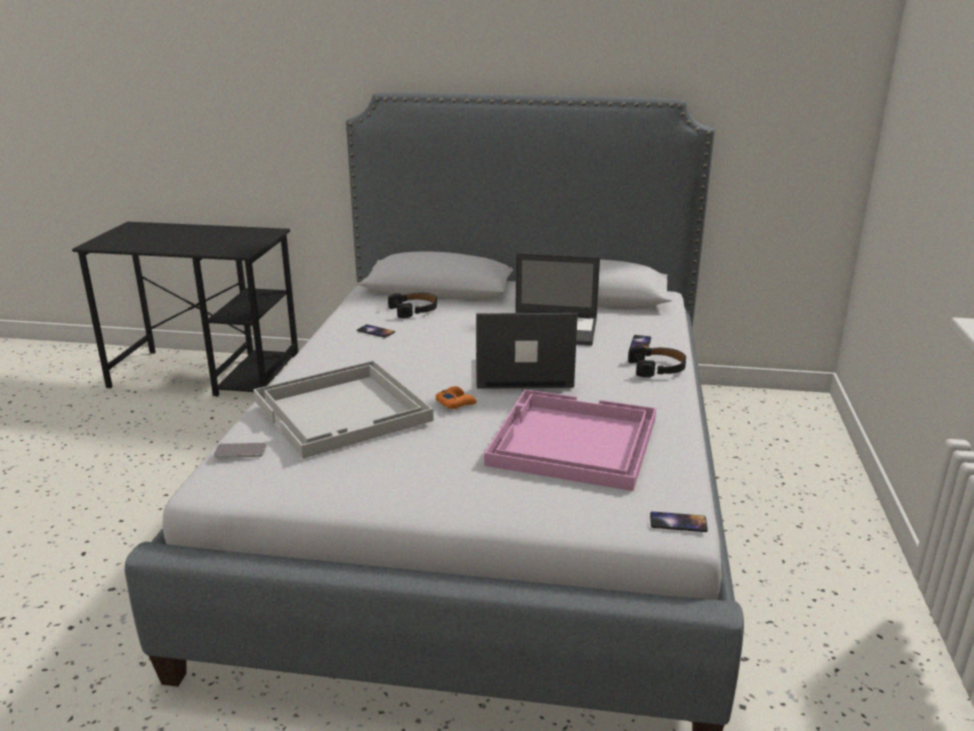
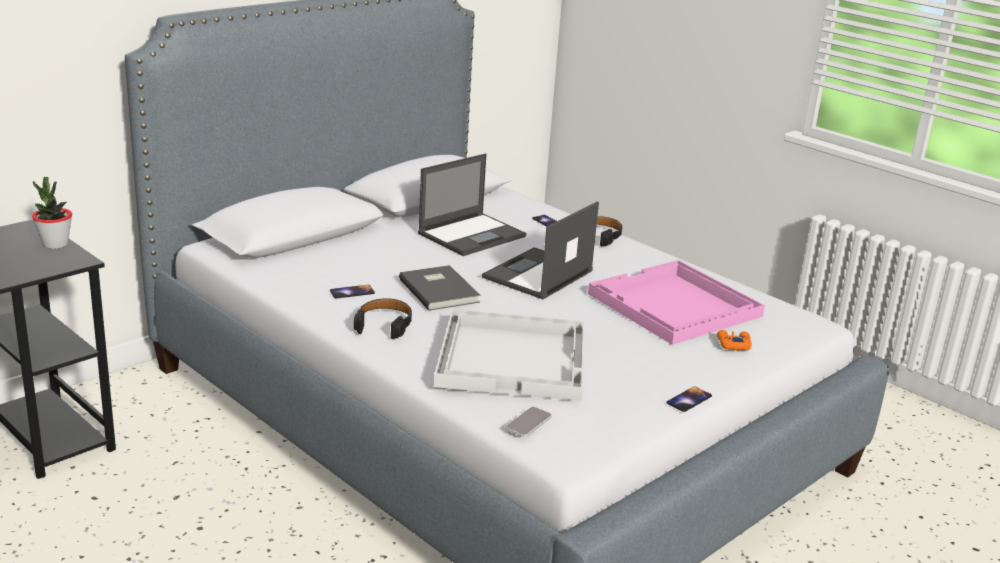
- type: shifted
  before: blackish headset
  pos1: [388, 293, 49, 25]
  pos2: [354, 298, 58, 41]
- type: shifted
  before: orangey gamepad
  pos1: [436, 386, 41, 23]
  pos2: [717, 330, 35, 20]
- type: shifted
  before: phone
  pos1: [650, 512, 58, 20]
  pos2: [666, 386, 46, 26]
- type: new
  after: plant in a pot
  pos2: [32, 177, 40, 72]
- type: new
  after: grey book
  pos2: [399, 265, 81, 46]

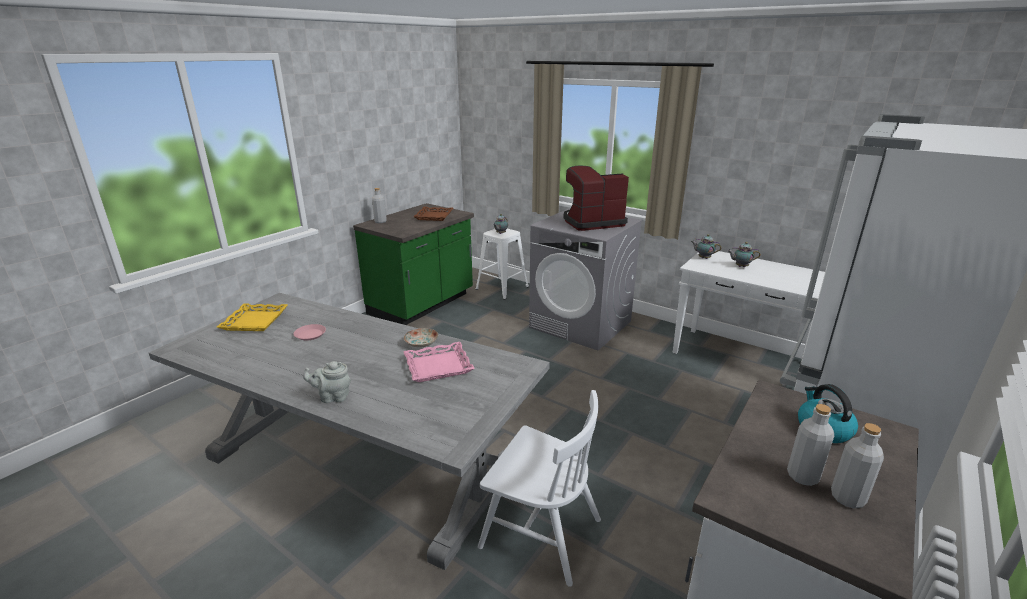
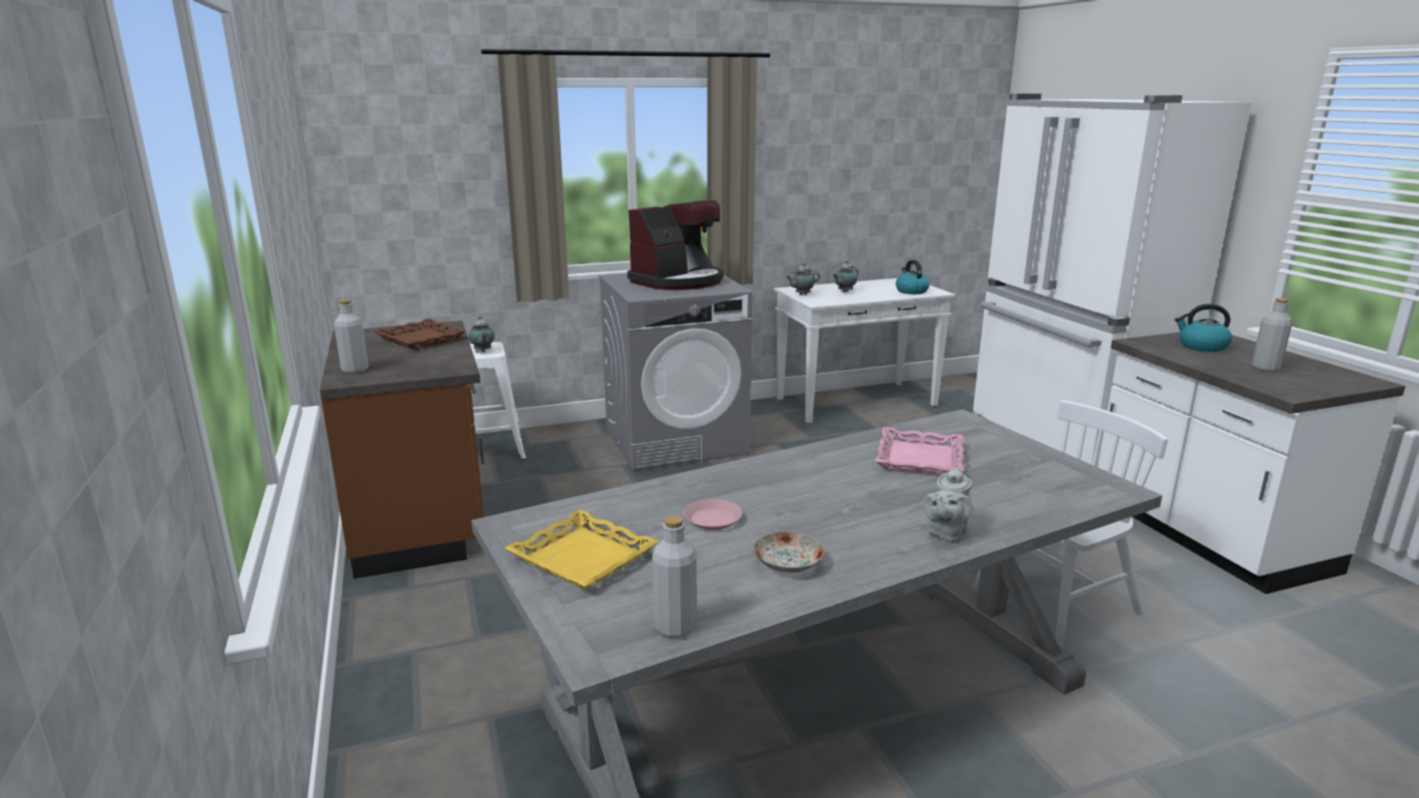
- type: repainted
  before: greenish counter
  after: brown-coloured counter
  pos1: [353, 203, 121, 122]
  pos2: [320, 320, 164, 259]
- type: shifted
  before: plate
  pos1: [404, 328, 34, 20]
  pos2: [754, 532, 70, 41]
- type: rotated
  before: coffee maker
  pos1: [563, 166, 66, 65]
  pos2: [627, 200, 97, 90]
  turn: -150
- type: shifted
  before: grey drink bottle
  pos1: [831, 423, 53, 85]
  pos2: [652, 515, 45, 123]
- type: new
  after: kettle
  pos2: [896, 260, 34, 34]

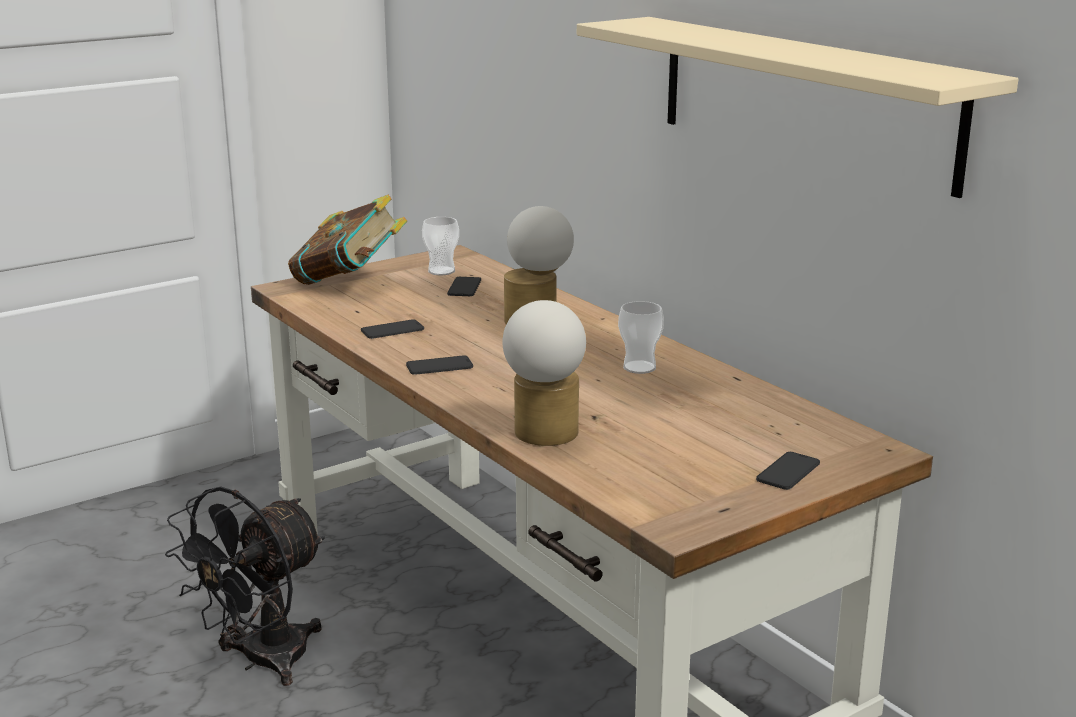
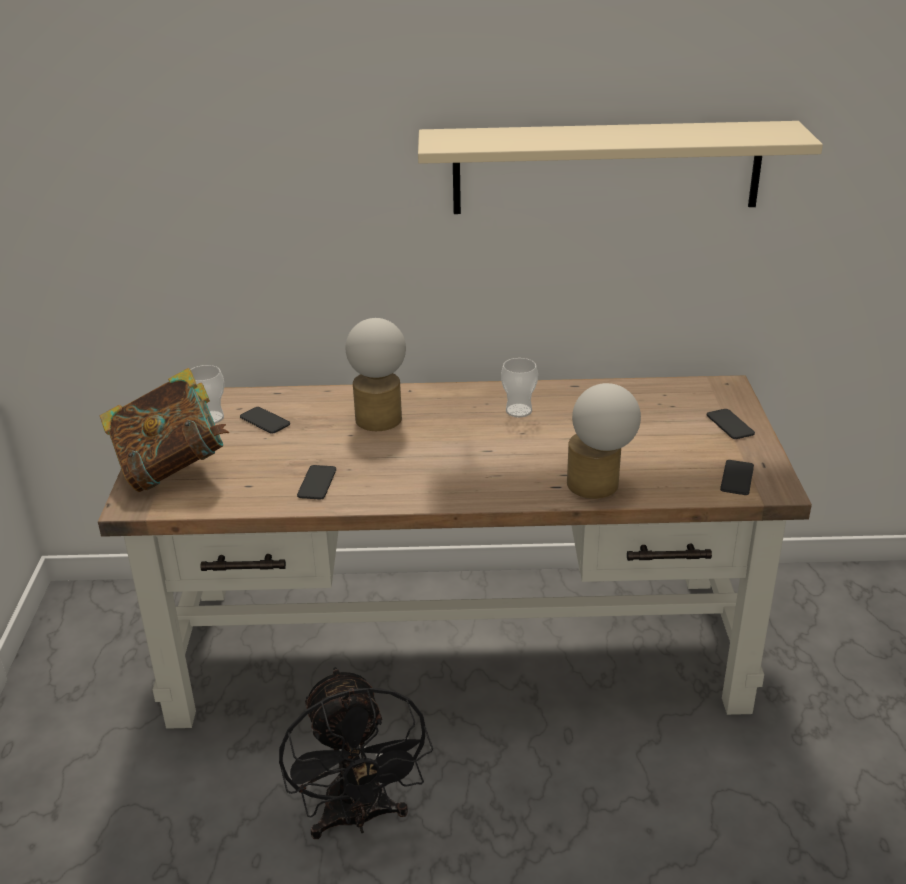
- type: shifted
  before: phone
  pos1: [406, 355, 67, 20]
  pos2: [720, 460, 34, 35]

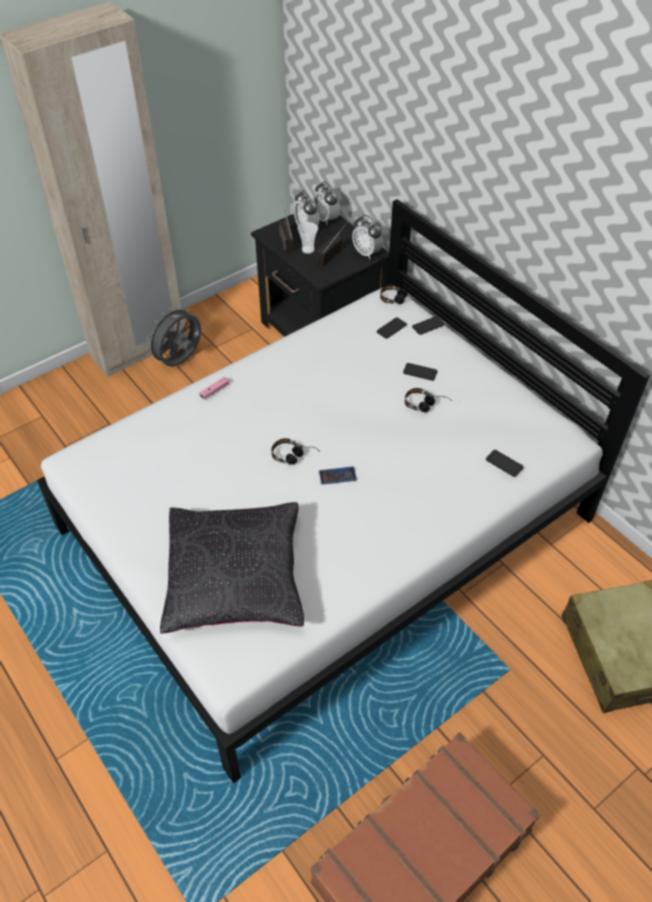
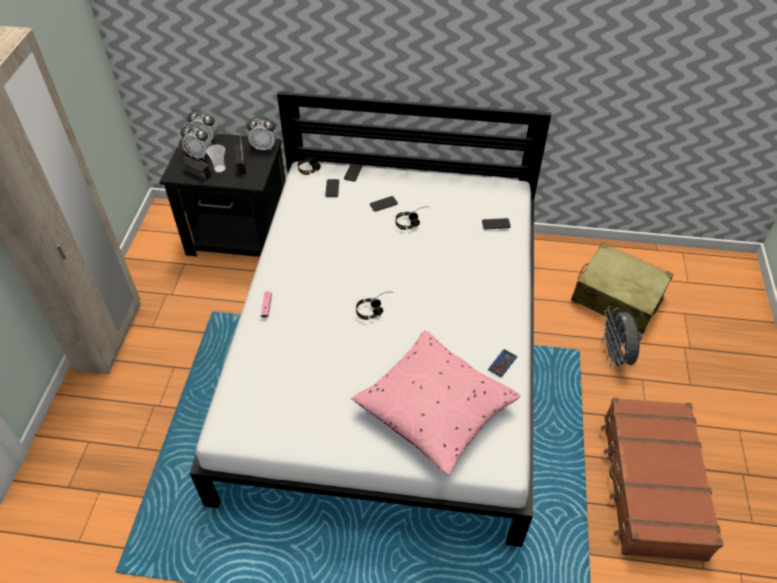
- type: shifted
  before: grey fan
  pos1: [146, 305, 55, 62]
  pos2: [601, 306, 41, 64]
- type: repainted
  before: blackish pillow
  after: pink pillow
  pos1: [160, 502, 144, 132]
  pos2: [351, 331, 169, 144]
- type: shifted
  before: phone
  pos1: [319, 467, 38, 18]
  pos2: [488, 349, 29, 28]

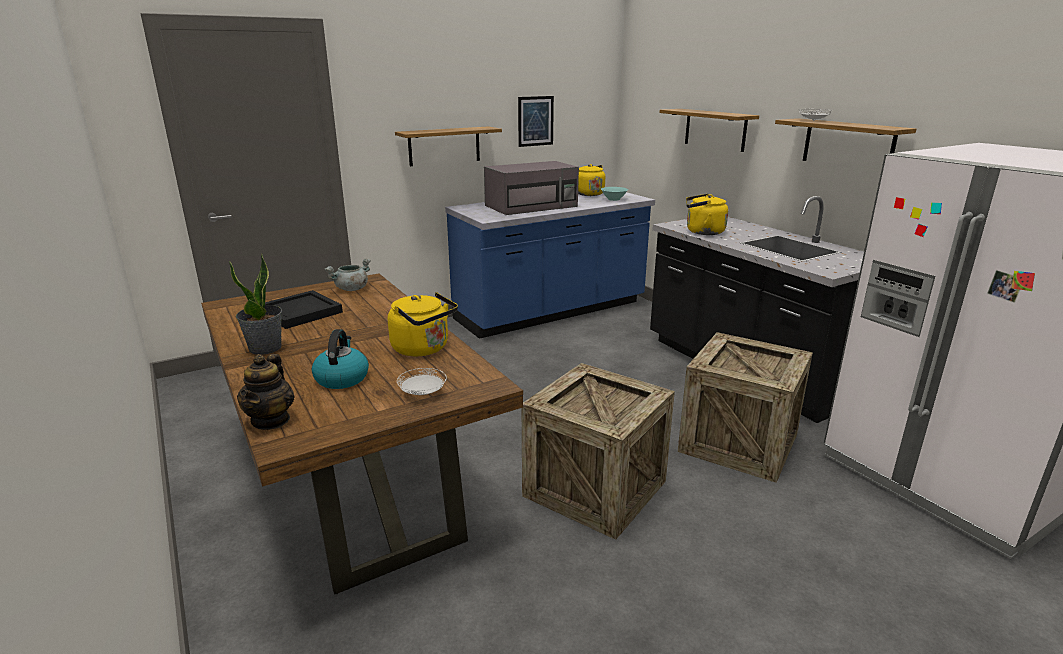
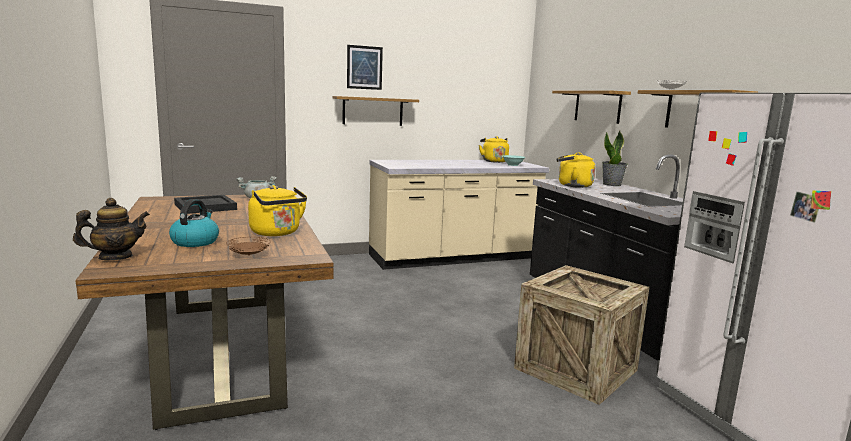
- type: shifted
  before: plant in a pot
  pos1: [229, 254, 53, 101]
  pos2: [602, 131, 25, 55]
- type: rotated
  before: teapot
  pos1: [237, 354, 58, 76]
  pos2: [73, 198, 77, 62]
  turn: -135
- type: repainted
  before: whitish plate
  after: brown-coloured plate
  pos1: [397, 368, 50, 27]
  pos2: [226, 237, 45, 19]
- type: repainted
  before: bluish counter
  after: beige-coloured counter
  pos1: [445, 192, 210, 147]
  pos2: [369, 160, 180, 110]
- type: gone
  before: grey kitchen microwave
  pos1: [484, 161, 95, 54]
- type: shifted
  before: wall picture
  pos1: [518, 96, 36, 51]
  pos2: [347, 45, 36, 45]
- type: gone
  before: crate
  pos1: [522, 363, 153, 177]

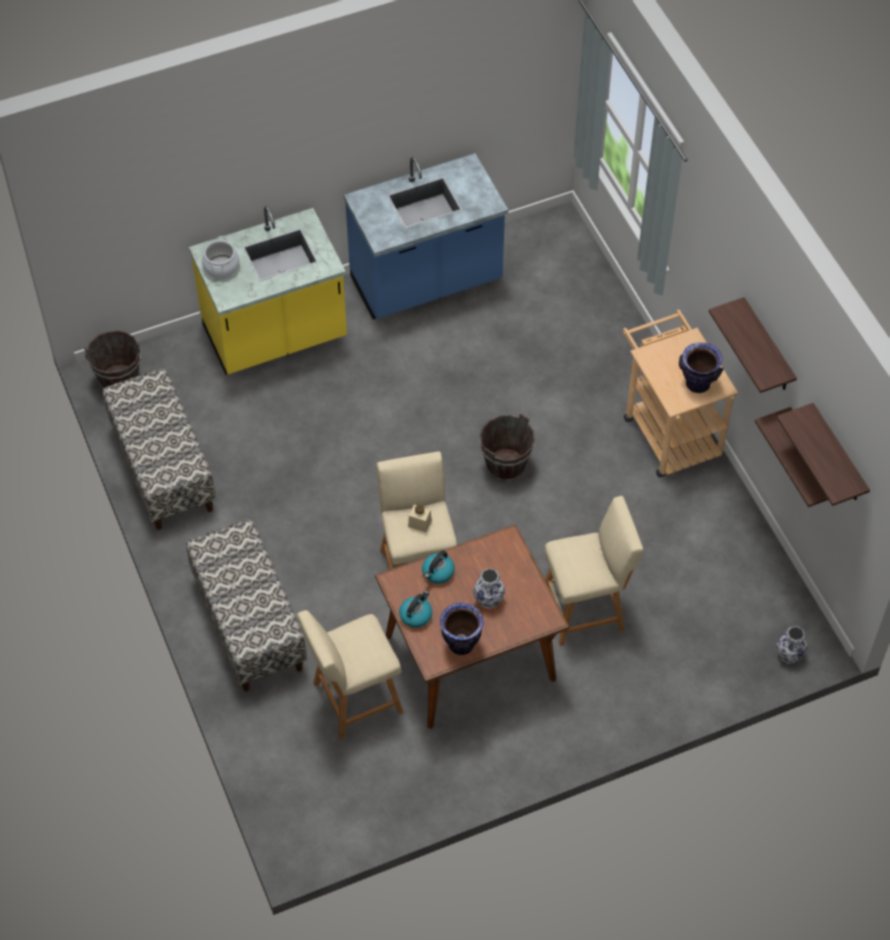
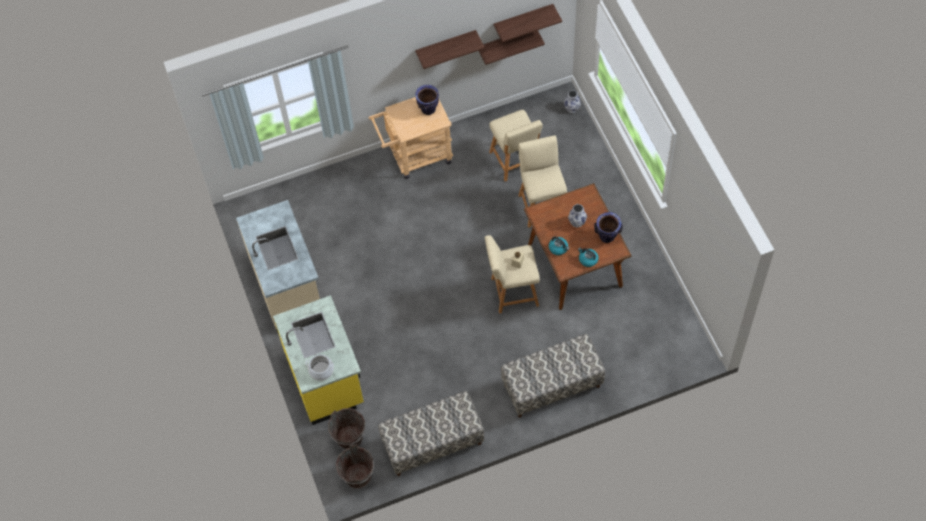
- type: shifted
  before: beige-coloured sitting stool
  pos1: [297, 610, 107, 129]
  pos2: [489, 110, 54, 72]
- type: repainted
  before: bluish counter
  after: beige-coloured counter
  pos1: [344, 153, 164, 166]
  pos2: [236, 200, 84, 132]
- type: shifted
  before: brown-coloured pail
  pos1: [479, 413, 56, 69]
  pos2: [328, 408, 37, 41]

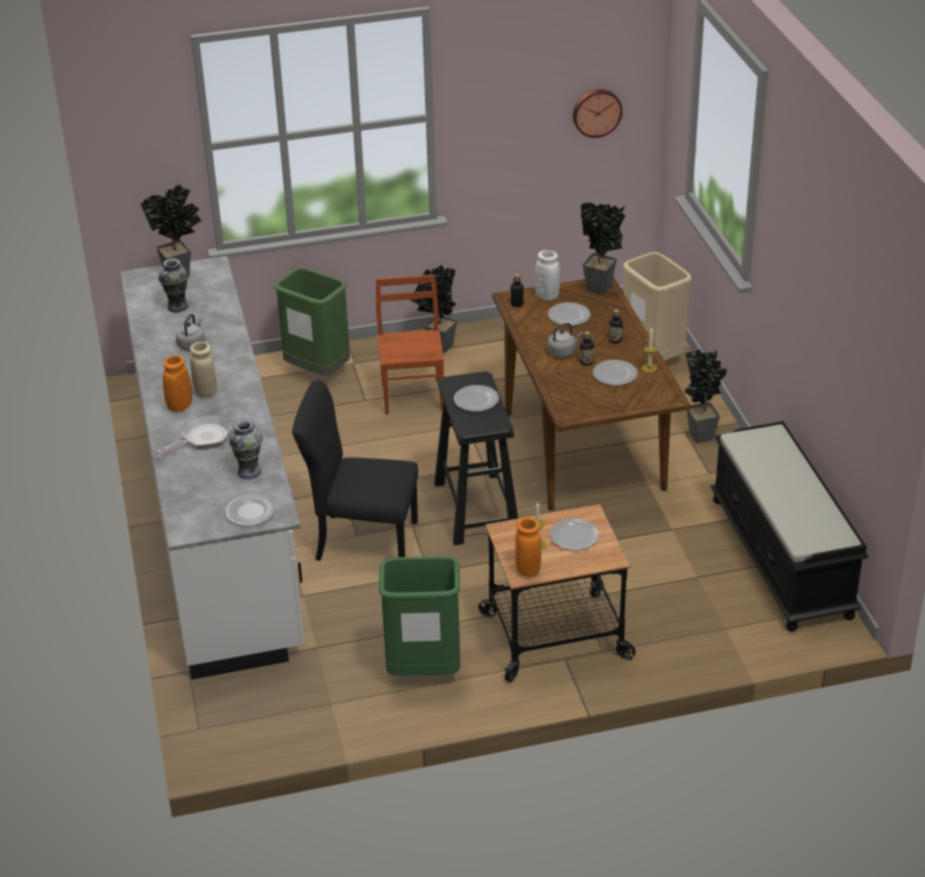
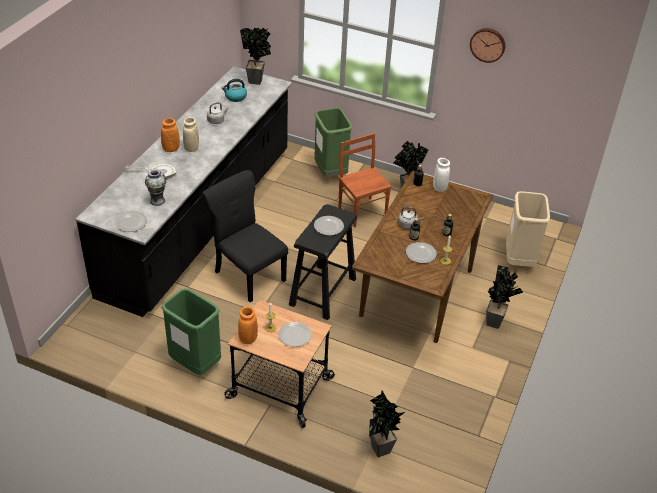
- type: repainted
  before: whitish counter
  after: blackish counter
  pos1: [120, 256, 184, 424]
  pos2: [75, 66, 217, 251]
- type: swapped
  before: flower vase
  after: kettle
  pos1: [158, 258, 30, 55]
  pos2: [221, 79, 26, 23]
- type: rotated
  before: brown-coloured upright chair
  pos1: [376, 275, 68, 140]
  pos2: [338, 133, 54, 94]
  turn: -60
- type: gone
  before: plate
  pos1: [548, 302, 43, 24]
- type: shifted
  before: clock on the wall
  pos1: [573, 89, 50, 49]
  pos2: [470, 28, 35, 35]
- type: shifted
  before: plant in a pot
  pos1: [580, 202, 45, 93]
  pos2: [369, 391, 36, 66]
- type: gone
  before: blackish indoor bench
  pos1: [710, 421, 159, 210]

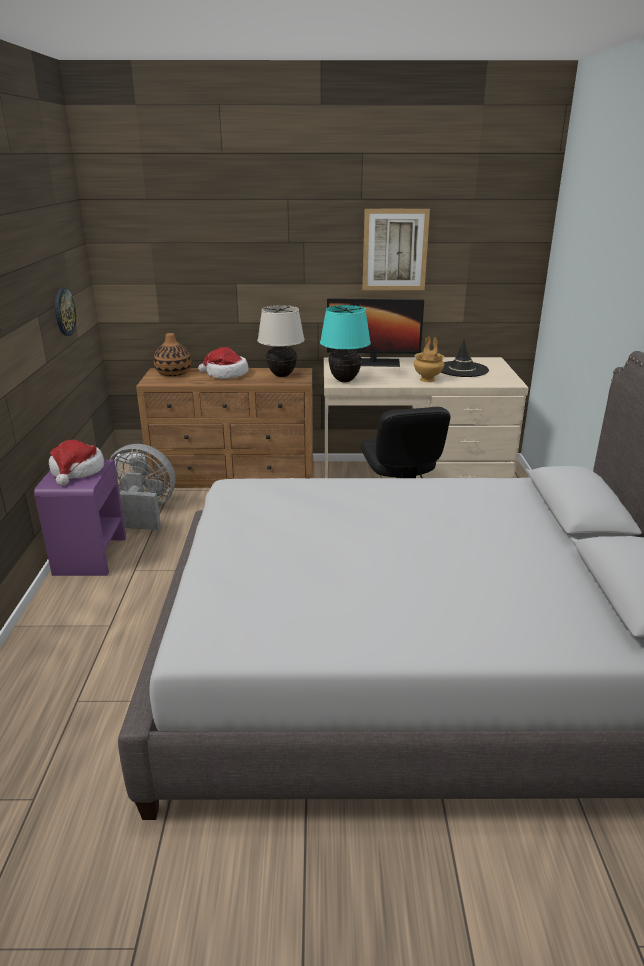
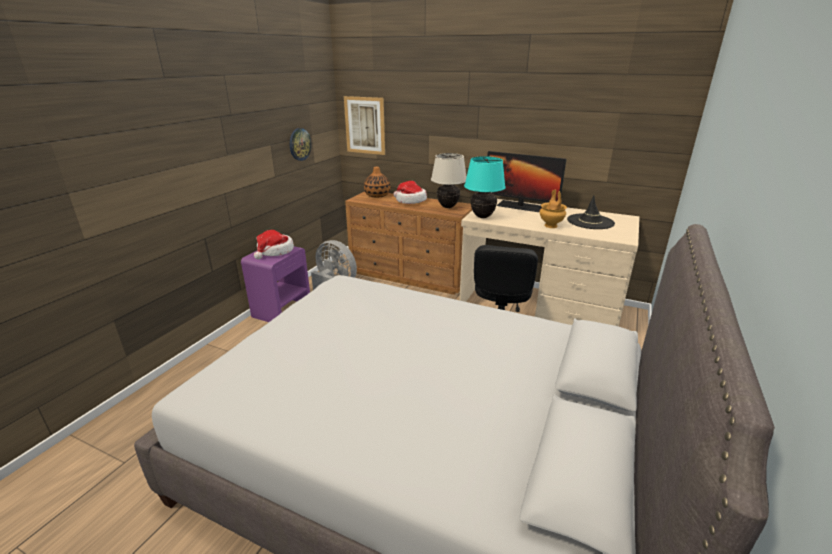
- type: shifted
  before: wall picture
  pos1: [363, 209, 67, 81]
  pos2: [344, 96, 41, 59]

